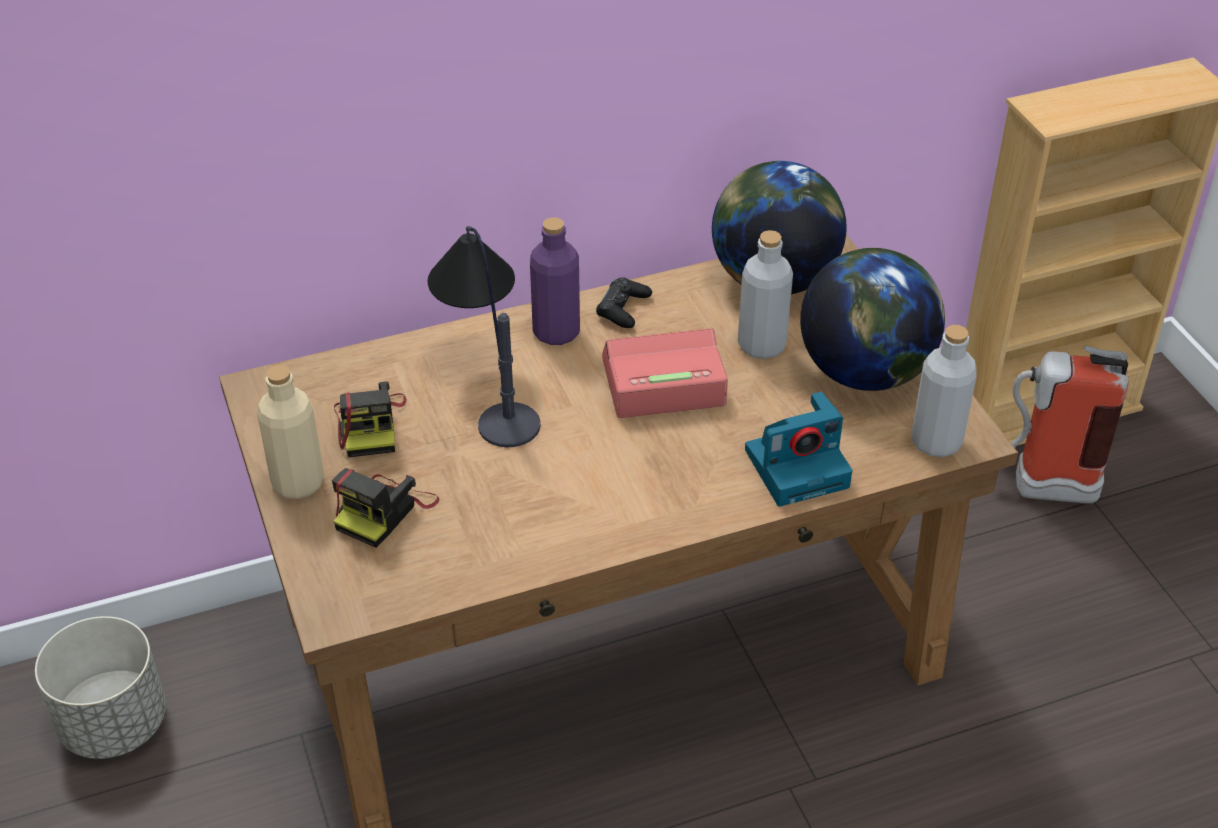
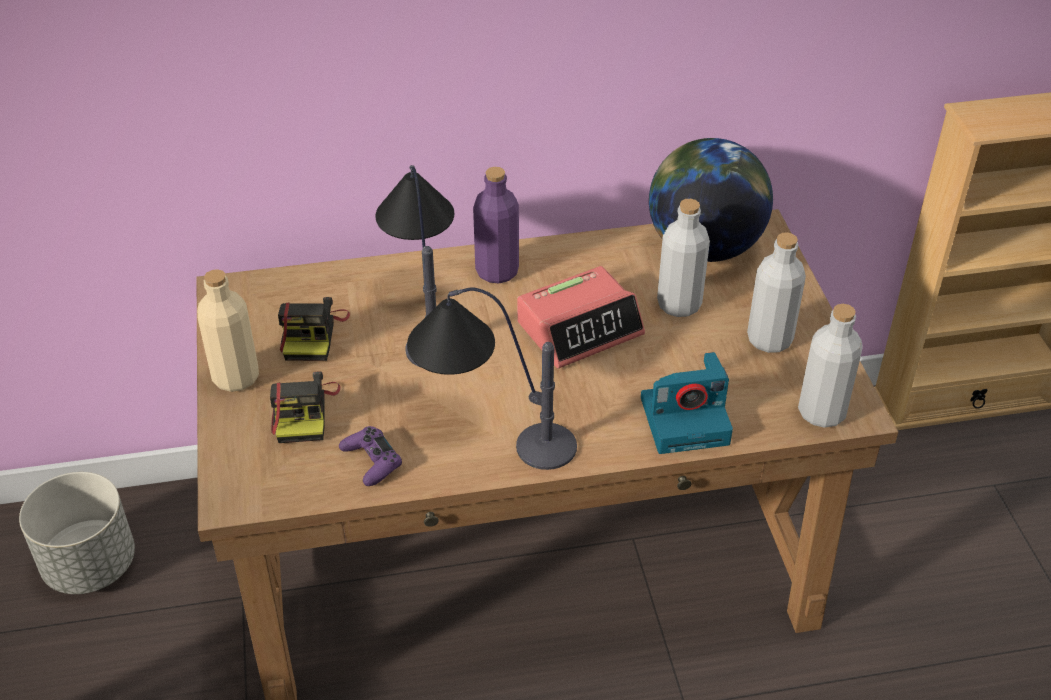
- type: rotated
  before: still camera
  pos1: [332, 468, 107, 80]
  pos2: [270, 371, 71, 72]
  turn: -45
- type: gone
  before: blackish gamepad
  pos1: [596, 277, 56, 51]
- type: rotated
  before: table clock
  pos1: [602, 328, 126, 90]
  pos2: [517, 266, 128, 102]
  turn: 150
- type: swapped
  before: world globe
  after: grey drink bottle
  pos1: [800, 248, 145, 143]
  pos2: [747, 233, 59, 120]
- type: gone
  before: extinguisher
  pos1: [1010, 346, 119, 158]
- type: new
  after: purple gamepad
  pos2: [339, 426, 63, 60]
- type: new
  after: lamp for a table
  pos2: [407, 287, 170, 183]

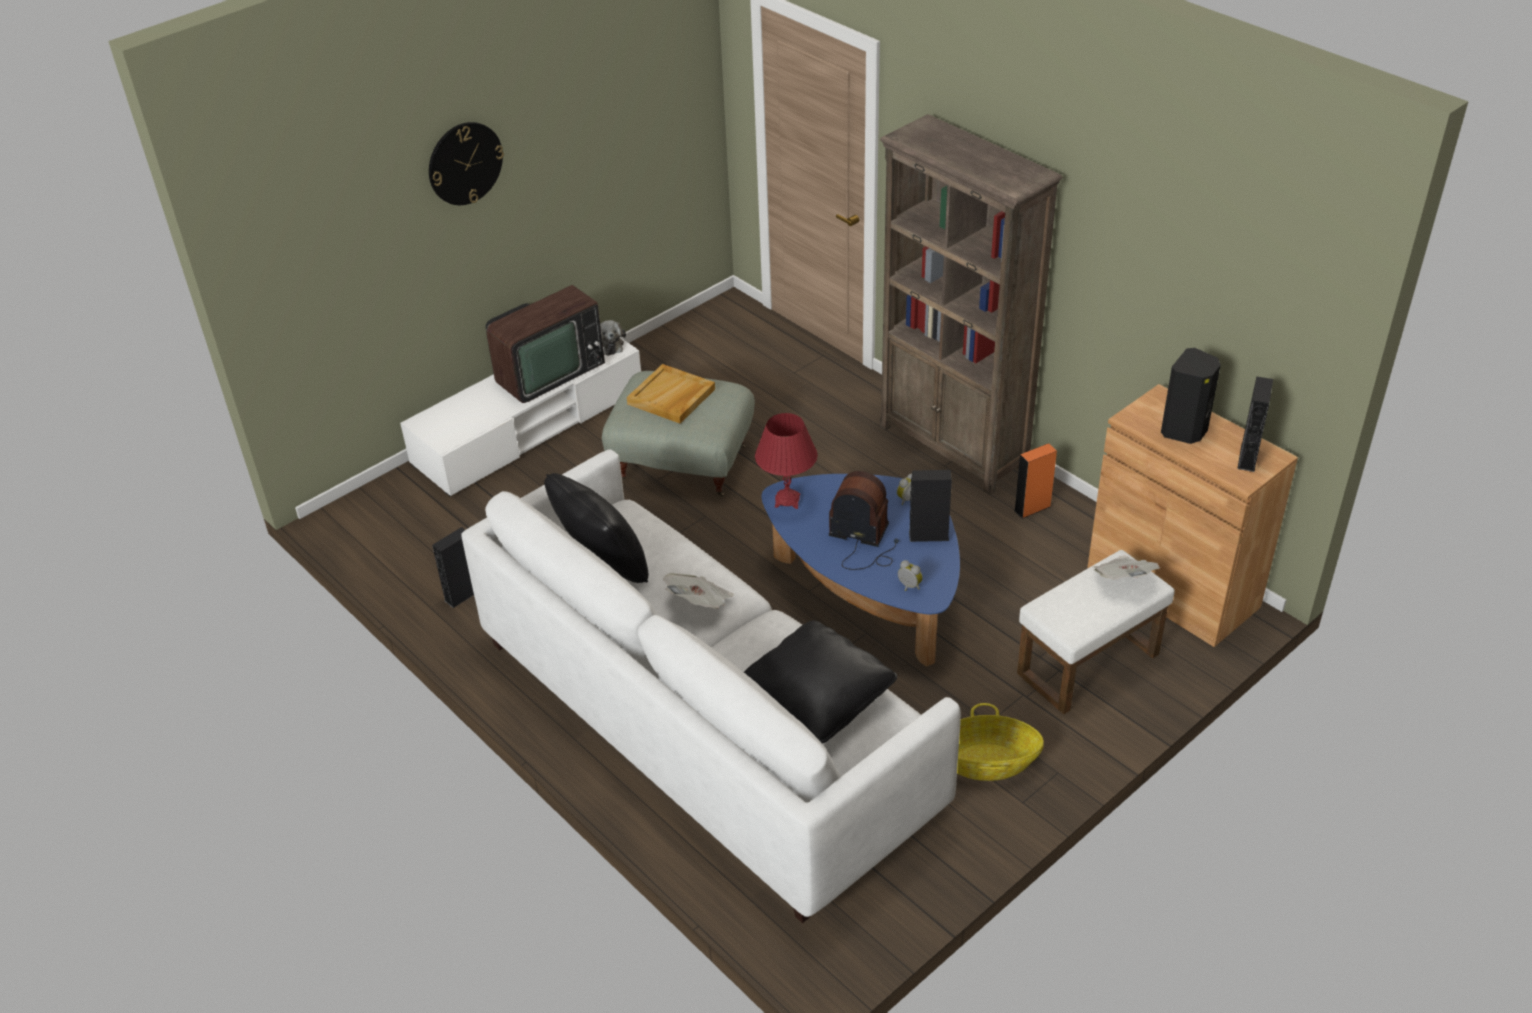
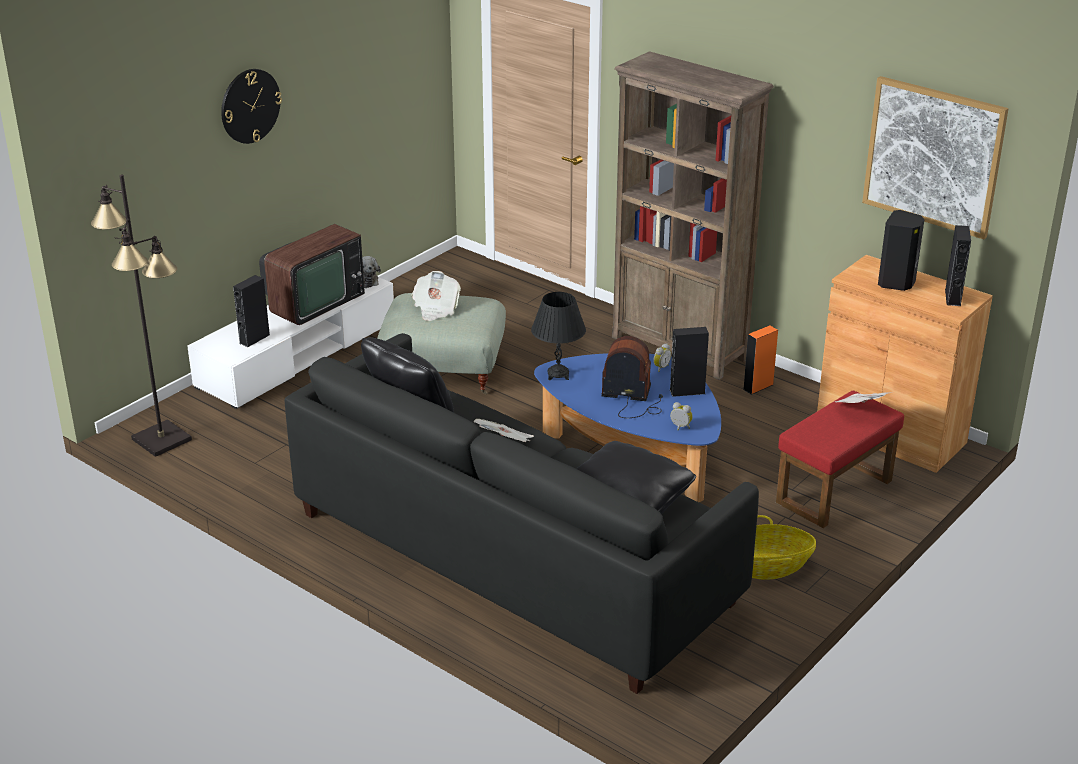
- type: shifted
  before: blackish audio speaker
  pos1: [432, 527, 42, 81]
  pos2: [233, 275, 37, 72]
- type: repainted
  before: whitish settee
  after: blackish settee
  pos1: [461, 449, 500, 474]
  pos2: [285, 333, 474, 361]
- type: swapped
  before: beige-coloured serving tray
  after: printed paper
  pos1: [627, 364, 88, 60]
  pos2: [412, 271, 49, 50]
- type: repainted
  before: reddish lamp for a table
  after: blackish lamp for a table
  pos1: [755, 413, 63, 96]
  pos2: [531, 292, 55, 88]
- type: repainted
  before: whitish footrest
  after: reddish footrest
  pos1: [1017, 550, 158, 164]
  pos2: [776, 391, 128, 137]
- type: new
  after: blackish standing lamp
  pos2: [91, 175, 101, 282]
- type: new
  after: wall picture
  pos2: [862, 76, 146, 163]

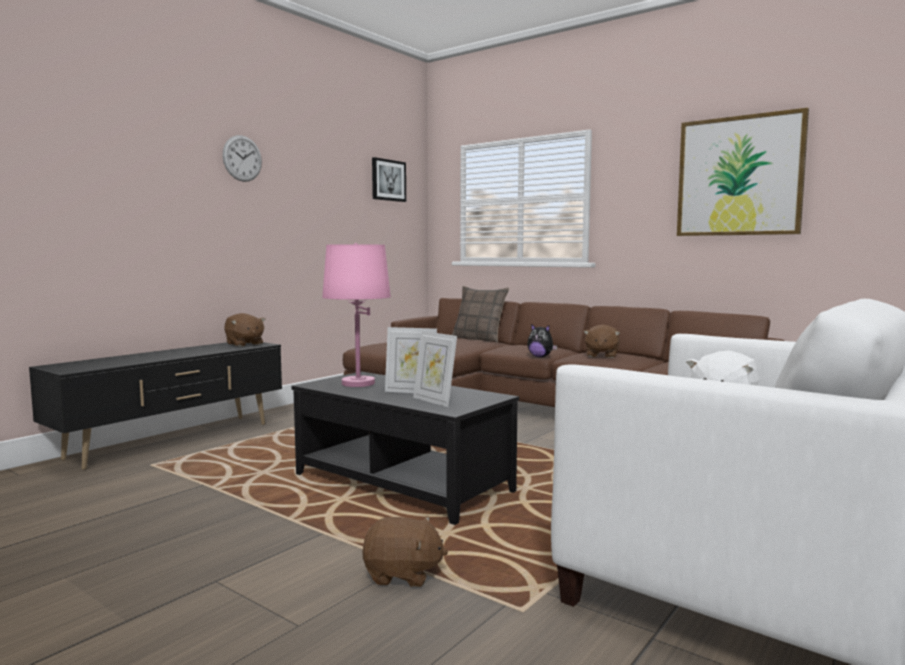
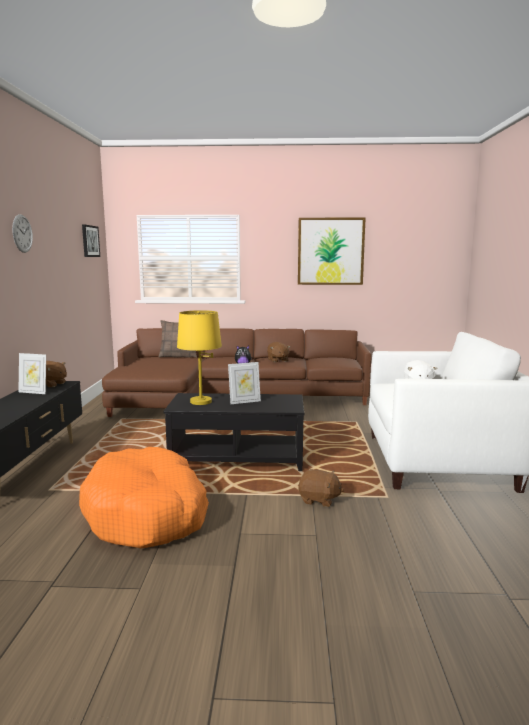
- type: repainted
  before: pink lamp for a table
  after: yellowish lamp for a table
  pos1: [322, 243, 69, 144]
  pos2: [177, 310, 45, 95]
- type: rotated
  before: brown-coloured soft toy
  pos1: [363, 516, 85, 71]
  pos2: [298, 469, 46, 38]
  turn: 45
- type: shifted
  before: standing frame
  pos1: [413, 331, 44, 76]
  pos2: [18, 353, 28, 41]
- type: new
  after: orangey dog bed
  pos2: [79, 447, 130, 102]

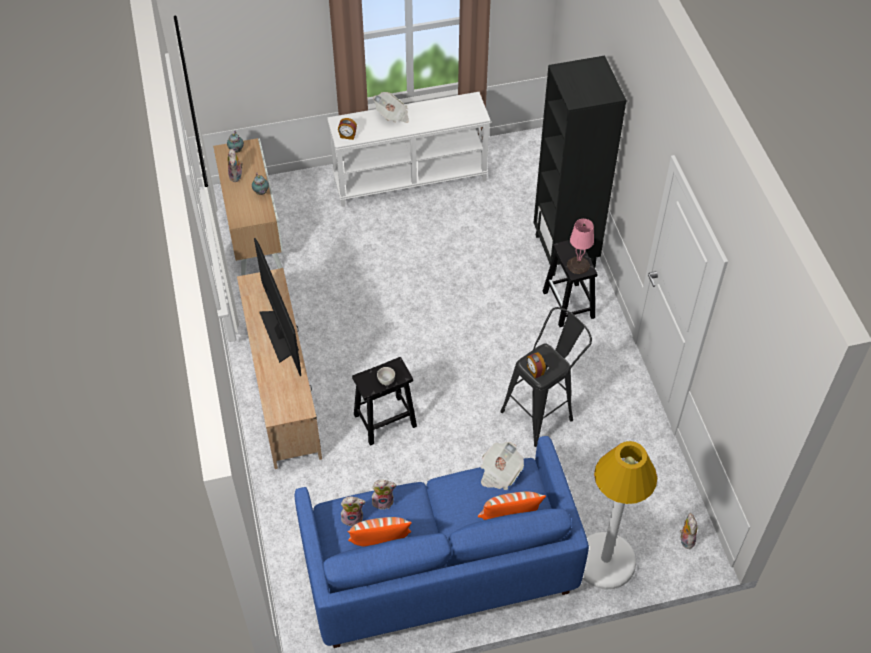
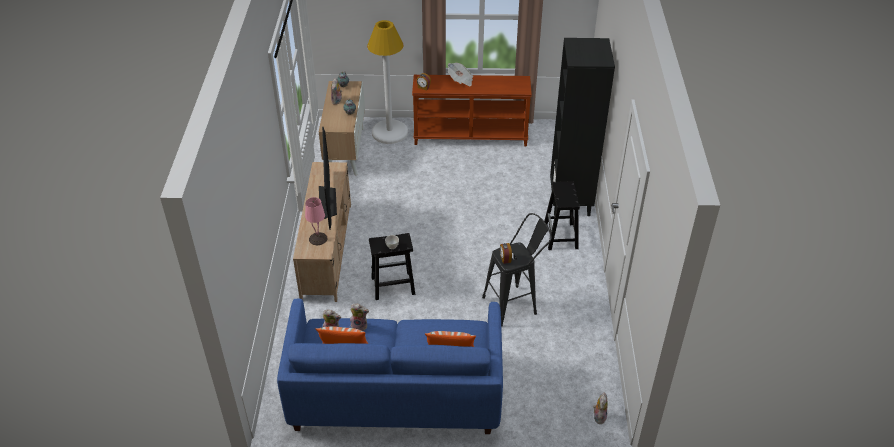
- type: repainted
  before: whitish narrow table
  after: brown-coloured narrow table
  pos1: [327, 92, 163, 115]
  pos2: [412, 75, 120, 71]
- type: gone
  before: printed paper
  pos1: [481, 442, 43, 48]
- type: shifted
  before: pink lamp for a table
  pos1: [567, 219, 27, 55]
  pos2: [305, 197, 23, 48]
- type: shifted
  before: whitish standing lamp
  pos1: [583, 441, 74, 148]
  pos2: [367, 20, 41, 124]

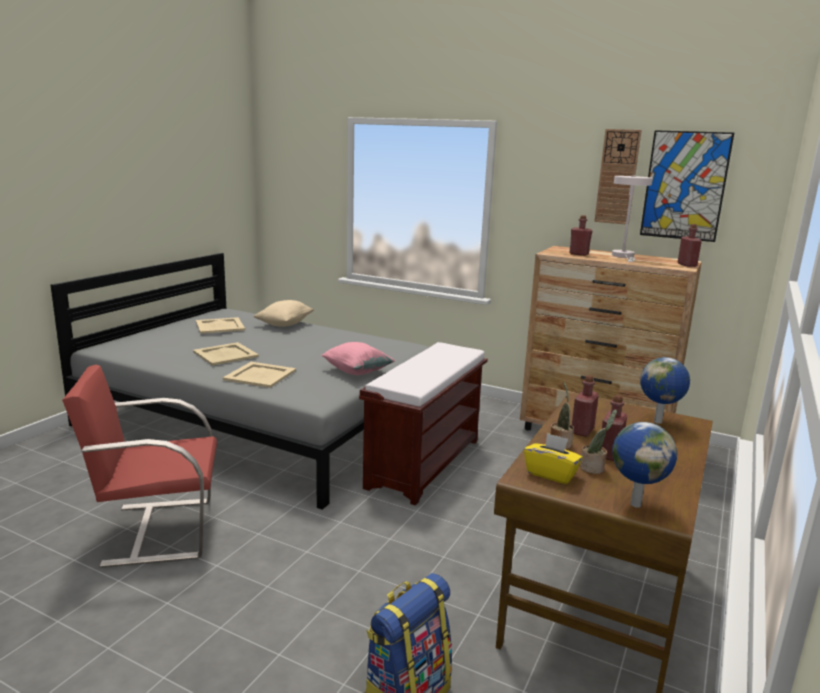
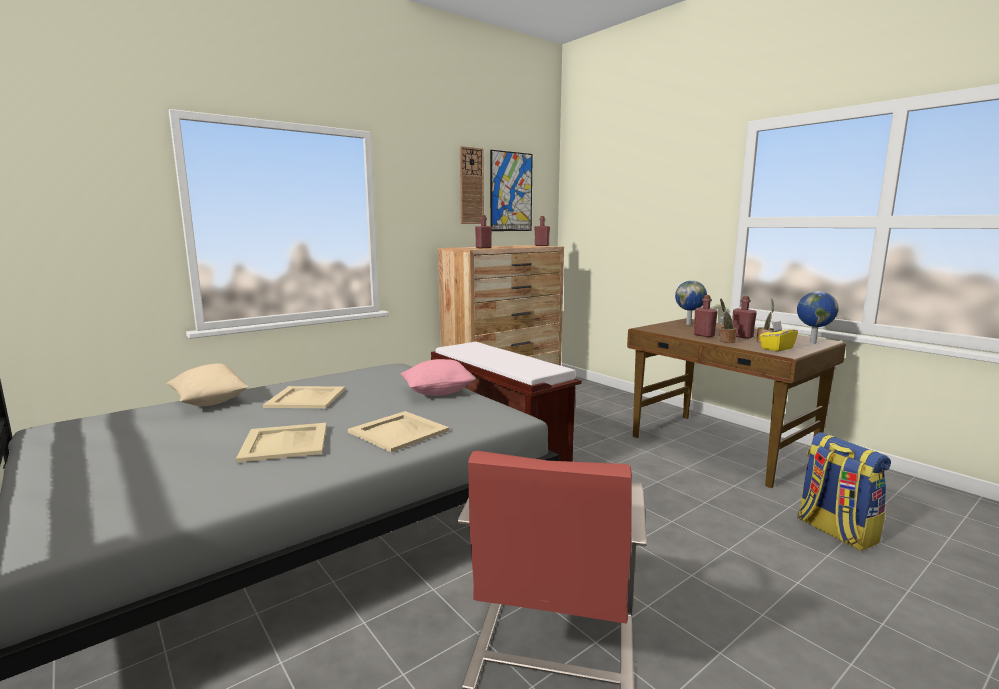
- type: shifted
  before: beige-coloured serving tray
  pos1: [196, 317, 49, 17]
  pos2: [263, 386, 82, 22]
- type: gone
  before: whitish lamp for a table
  pos1: [612, 175, 41, 87]

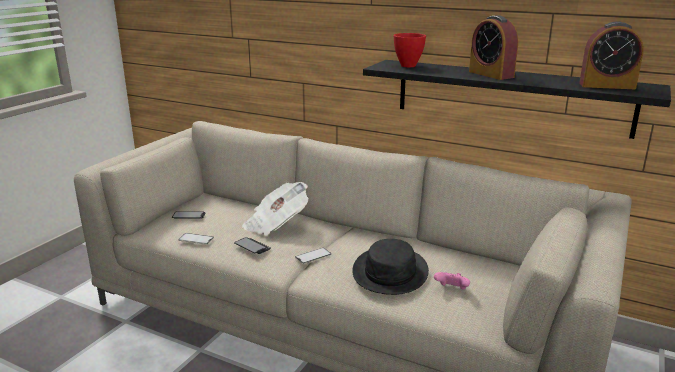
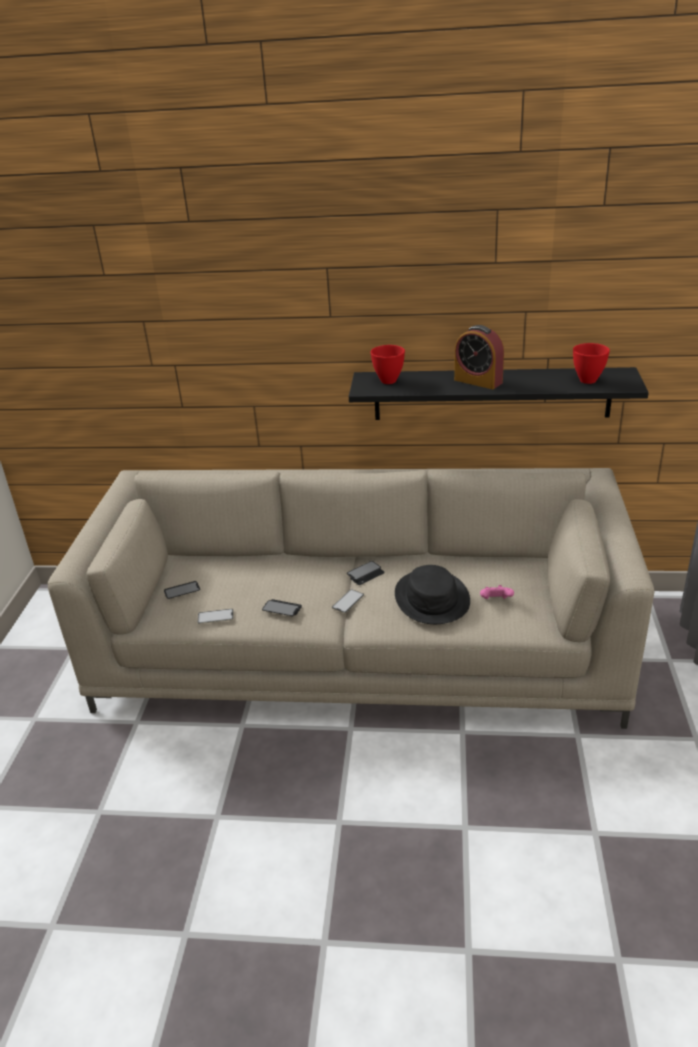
- type: gone
  before: printed paper
  pos1: [242, 182, 67, 54]
- type: swapped
  before: table clock
  after: reddish serving bowl
  pos1: [579, 21, 65, 68]
  pos2: [573, 343, 37, 41]
- type: new
  after: phone
  pos2: [347, 561, 38, 24]

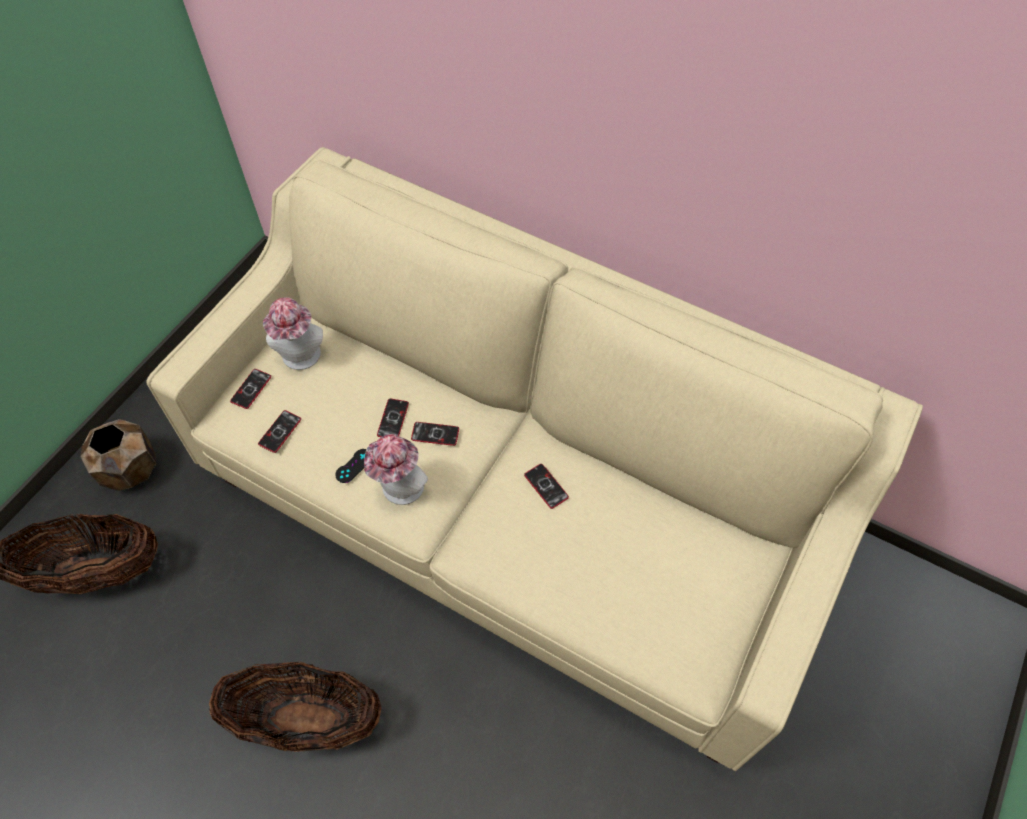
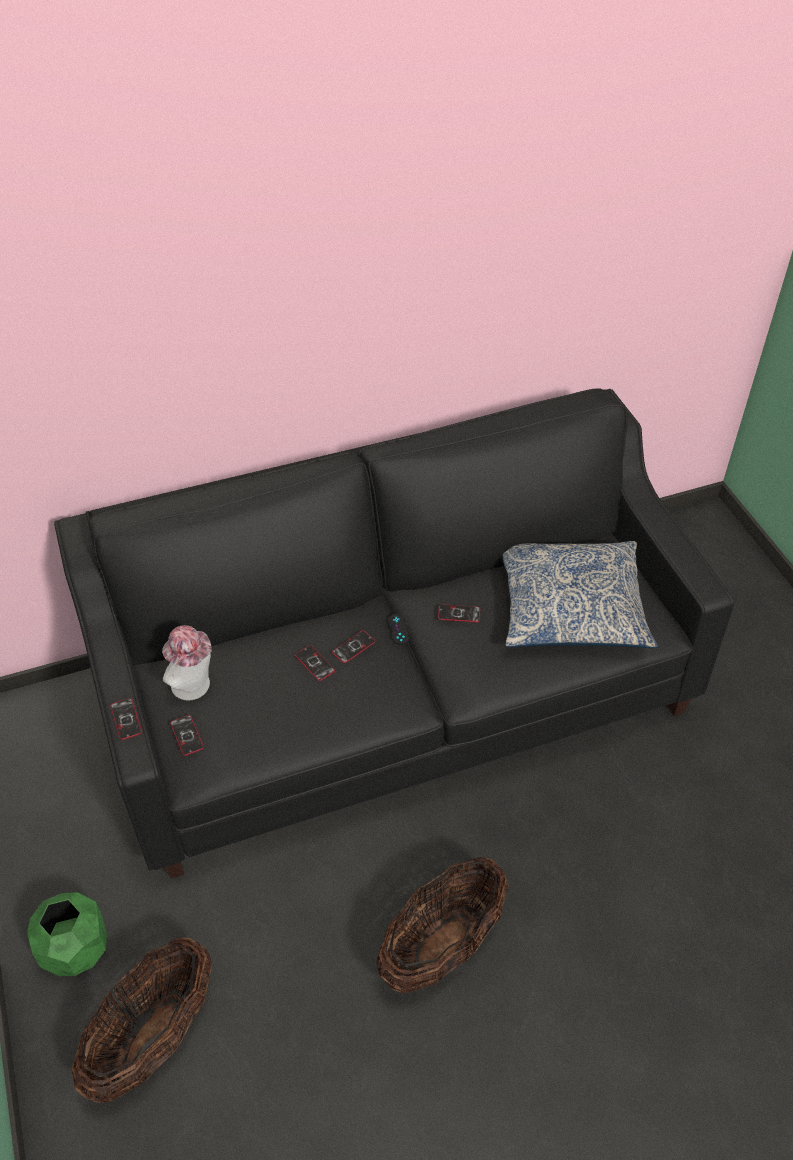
- type: repainted
  before: brown-coloured plant pot
  after: greenish plant pot
  pos1: [80, 419, 76, 72]
  pos2: [27, 892, 80, 84]
- type: repainted
  before: beige-coloured settee
  after: blackish settee
  pos1: [146, 147, 777, 624]
  pos2: [54, 388, 680, 491]
- type: shifted
  before: phone
  pos1: [258, 410, 43, 43]
  pos2: [110, 698, 32, 42]
- type: shifted
  before: blackish gamepad
  pos1: [335, 449, 31, 34]
  pos2: [388, 614, 21, 31]
- type: gone
  before: hat
  pos1: [364, 434, 64, 71]
- type: new
  after: pillow
  pos2: [503, 541, 155, 107]

